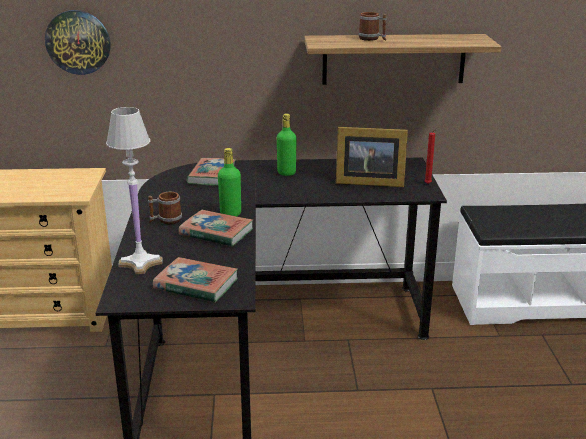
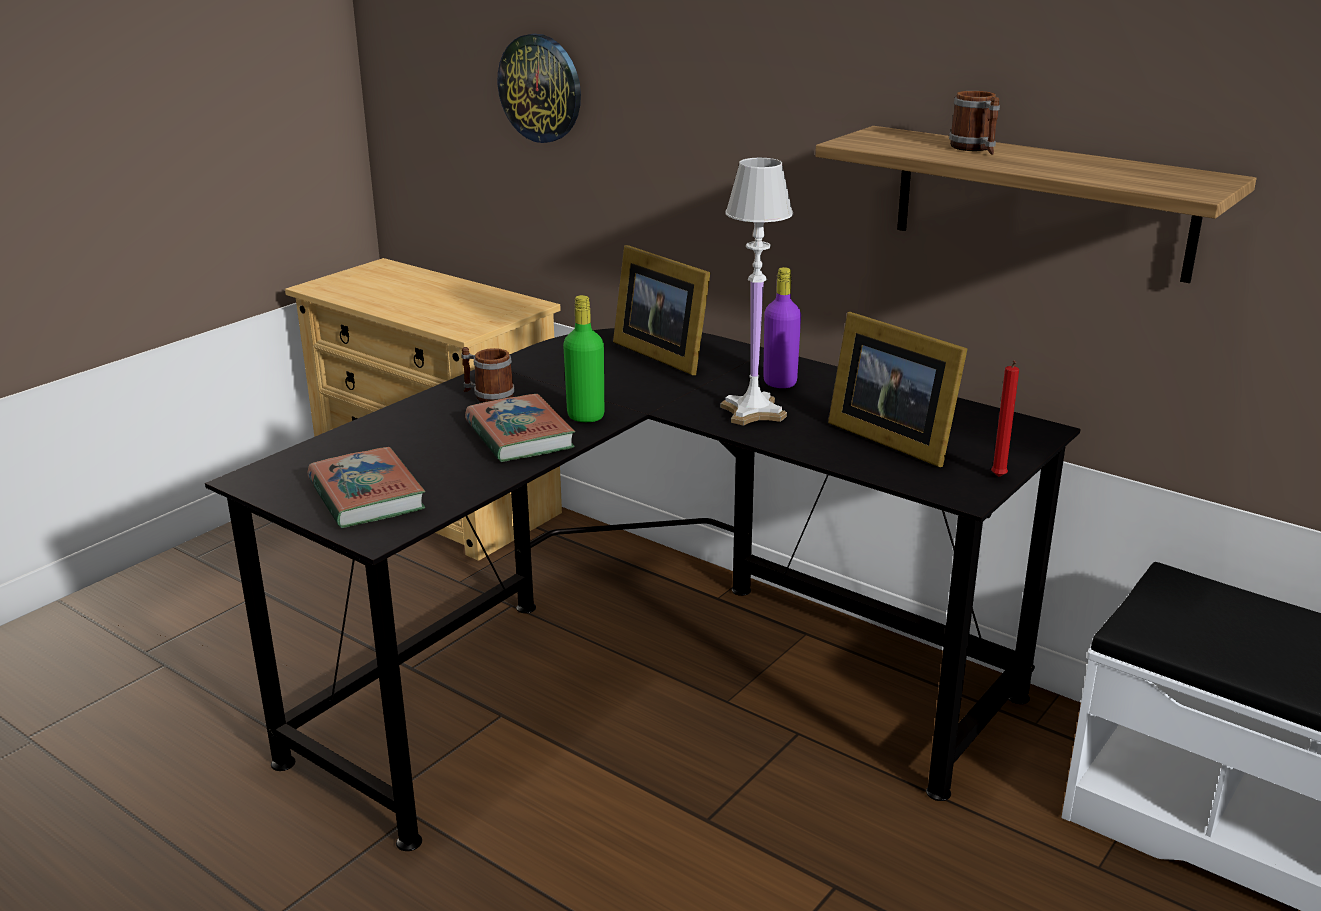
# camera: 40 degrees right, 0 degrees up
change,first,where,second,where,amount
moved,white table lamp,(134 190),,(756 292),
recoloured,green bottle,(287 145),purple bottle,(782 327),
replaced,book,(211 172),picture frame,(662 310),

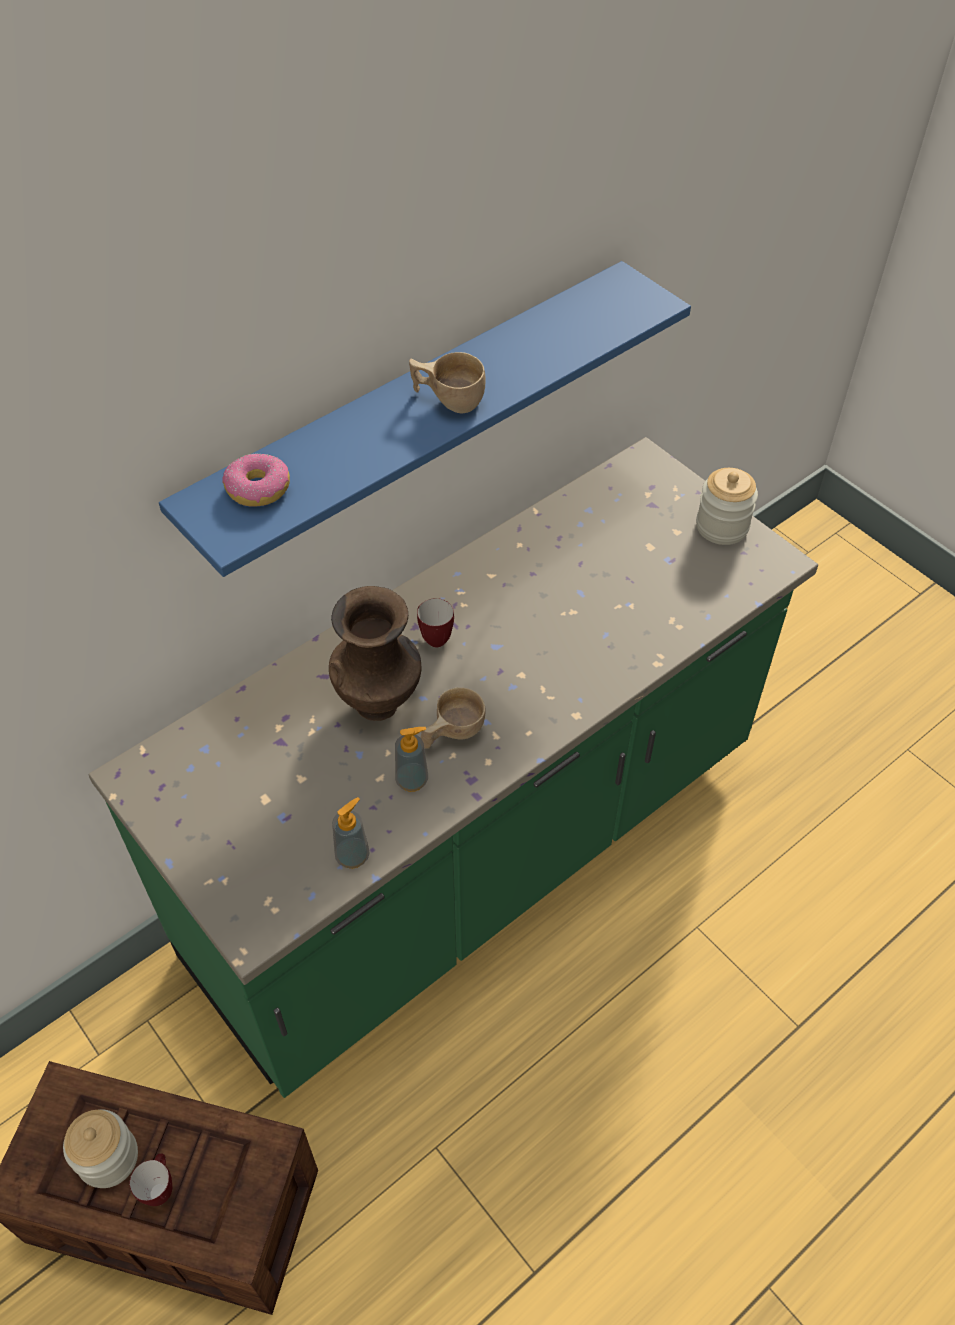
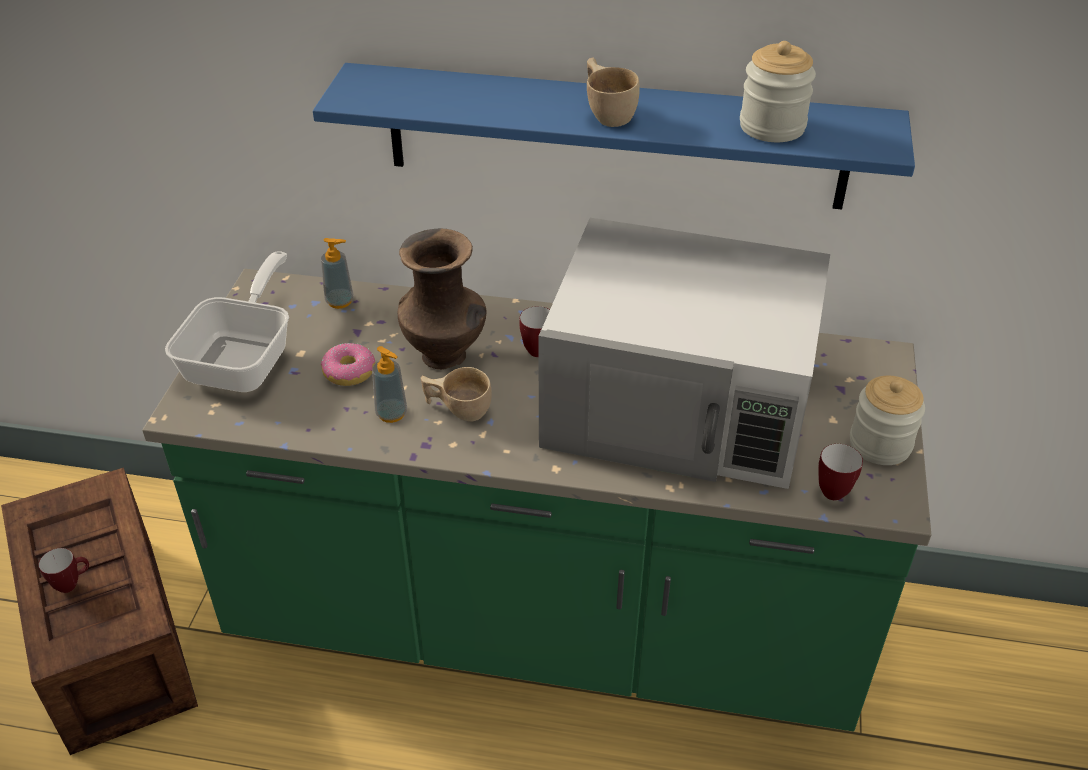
# camera: 50 degrees right, 10 degrees down
change,first,where,second,where,amount
moved,donut,(256 479),,(348 364),
moved,soap dispenser,(351 833),,(337 273),
moved,jar,(100 1148),,(778 91),
added,,,white microwave,(684 353),
added,,,frying pan,(227 321),
added,,,mug,(840 472),

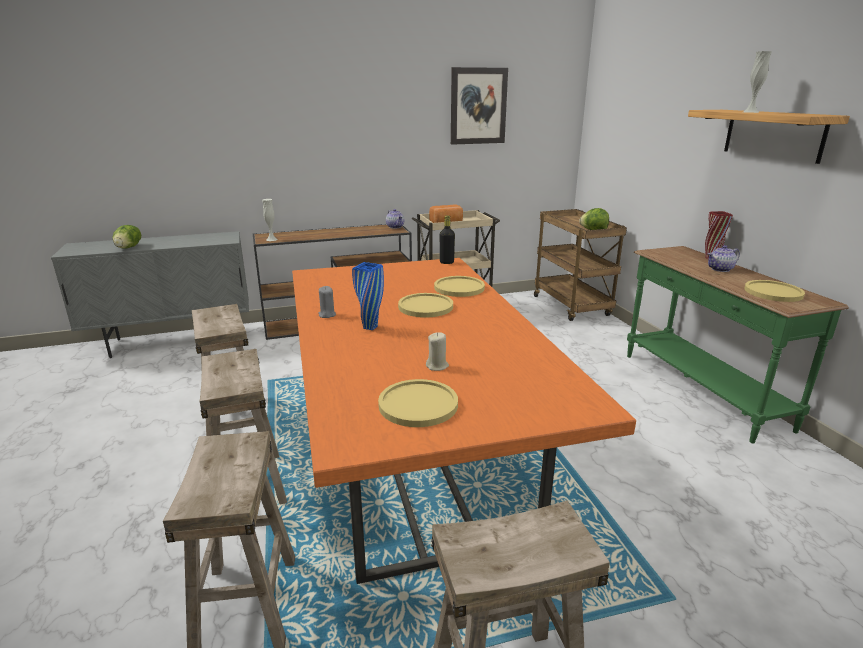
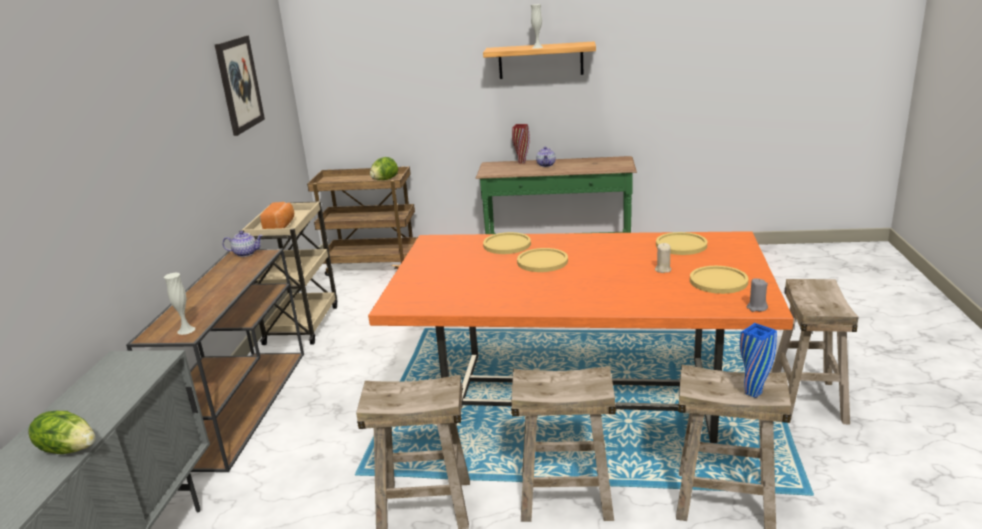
# camera: 65 degrees left, 0 degrees up
change,first,where,second,where,amount
removed,black bottle,(447 240),,,
moved,blue vase,(368 296),,(758 360),
moved,yellow plate,(774 291),,(681 243),
moved,grey candle,(327 302),,(757 295),

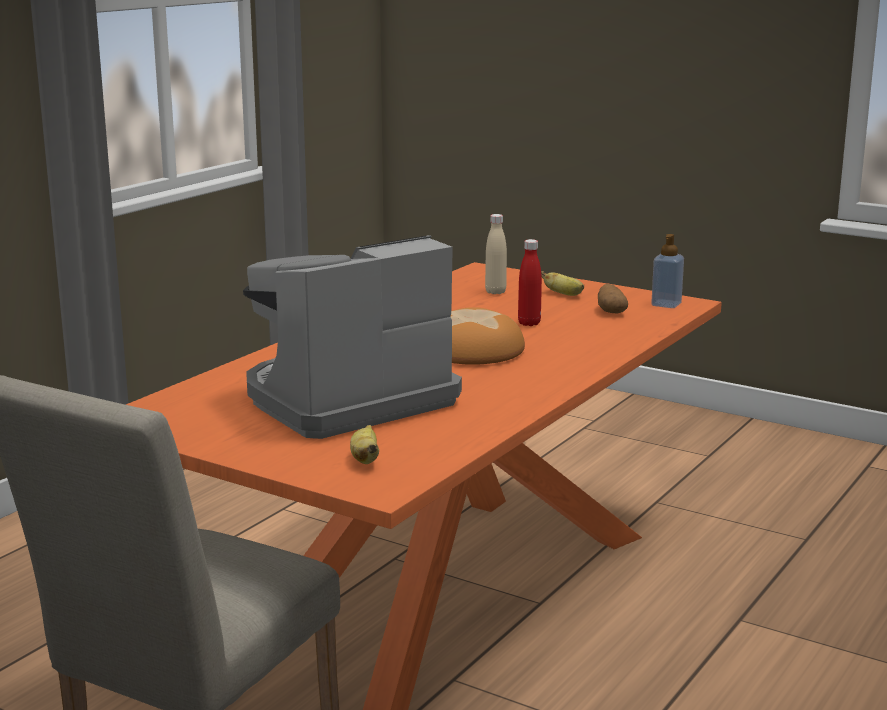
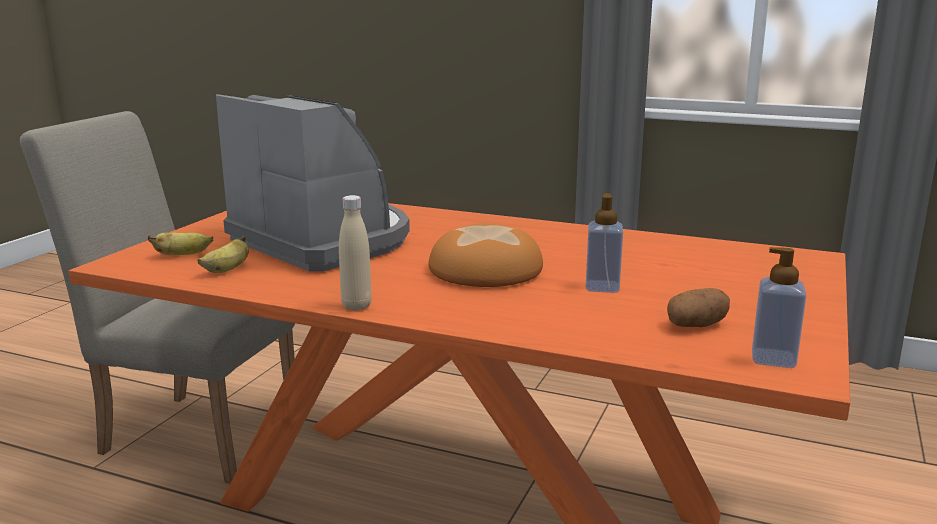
# camera: 80 degrees right, 0 degrees up
change,first,where,second,where,amount
moved,beige bottle,(496 254),,(355 253),
replaced,red bottle,(530 282),soap dispenser,(604 243),
moved,banana,(562 283),,(223 254),

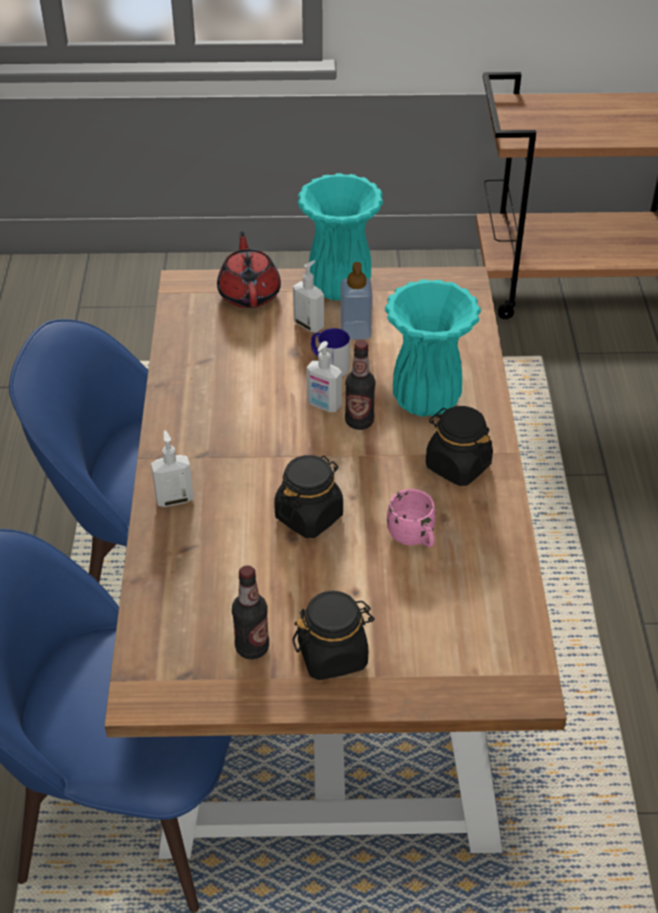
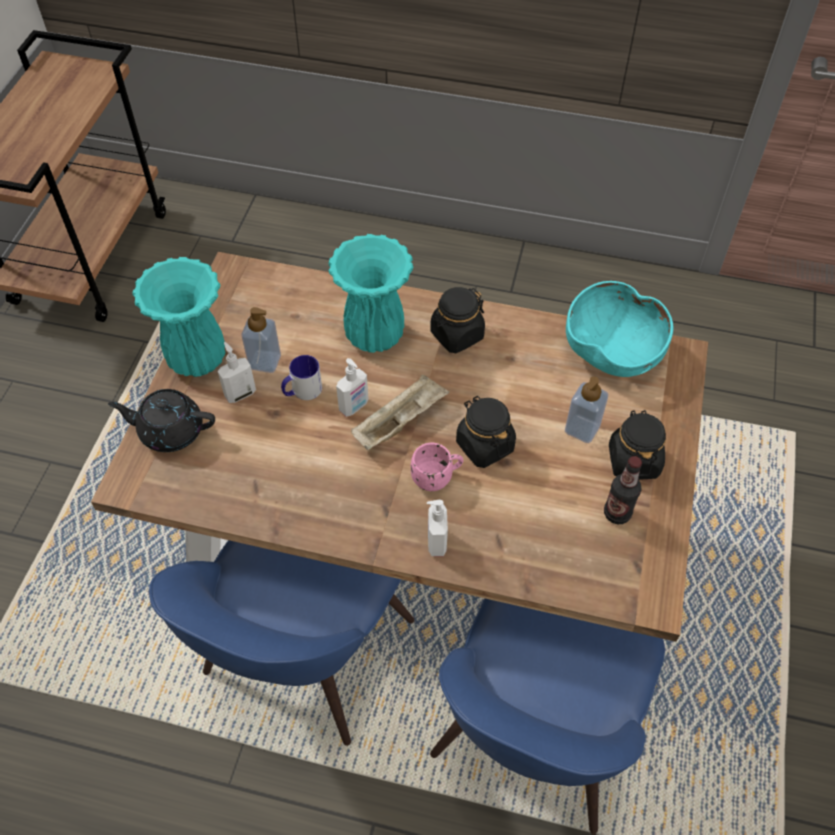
# camera: 75 degrees left, 10 degrees up
change,first,where,second,where,amount
recoloured,red teapot,(249 269),black teapot,(161 420),
removed,bottle,(360 385),,,
moved,pink mug,(411 518),,(437 467),
added,,,turquoise bowl,(619 329),
added,,,beige tray,(400 412),
added,,,soap dispenser,(586 409),

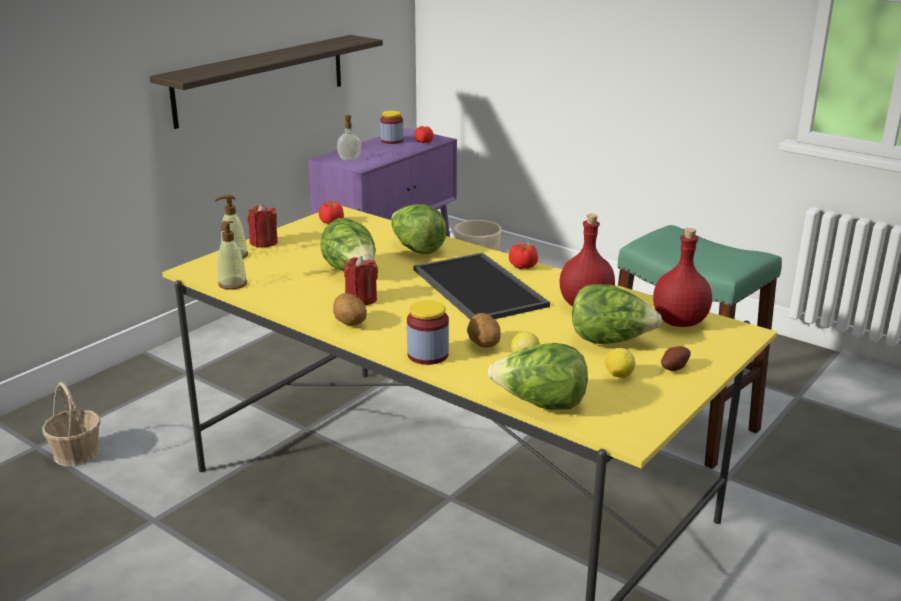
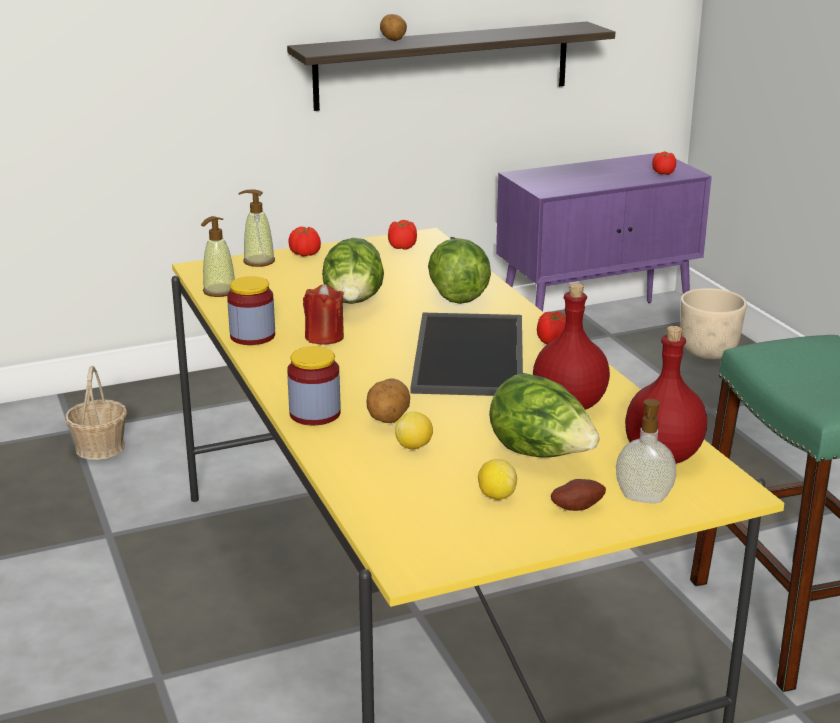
# camera: 30 degrees right, 0 degrees up
change,first,where,second,where,amount
moved,jar,(391 127),,(251 310),
moved,soap dispenser,(349 137),,(646 451),
replaced,red candle,(262 225),tomato,(304 241),
moved,potato,(350 309),,(393 27),
removed,lettuce,(538 376),,,

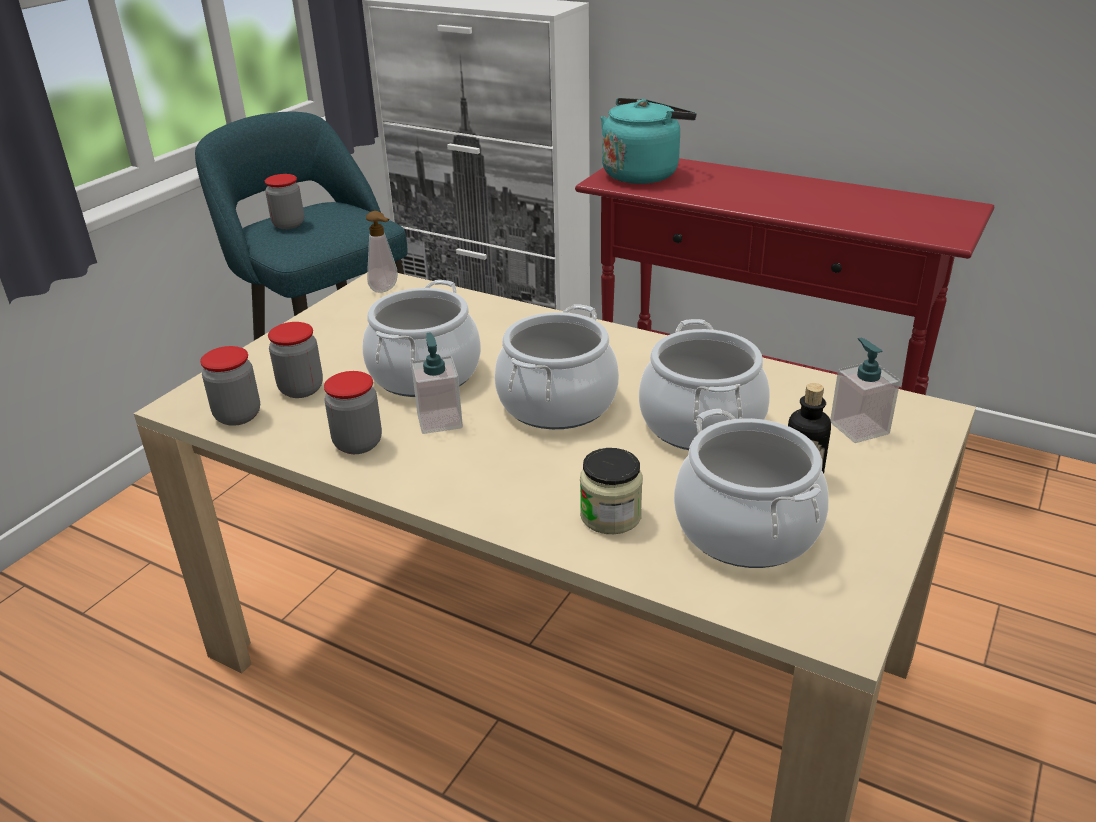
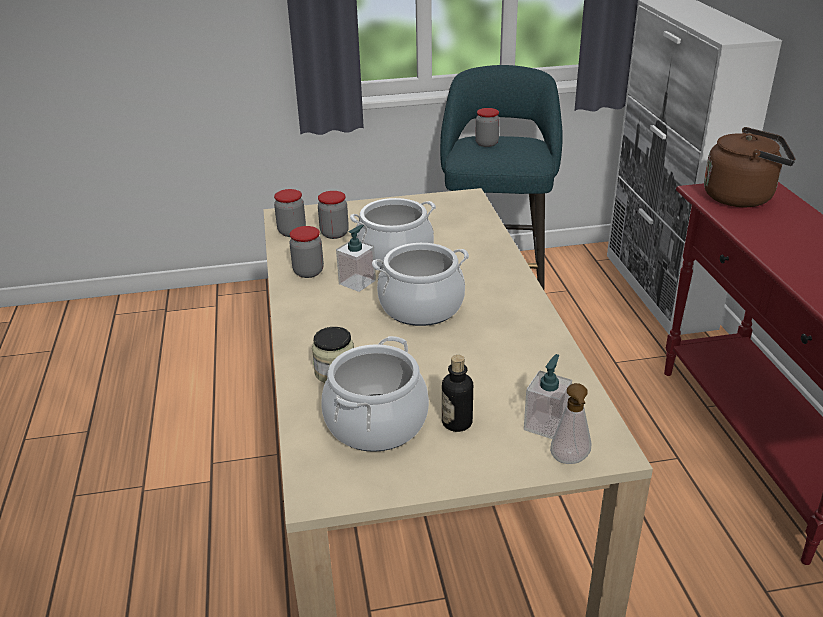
# camera: 50 degrees right, 0 degrees up
change,first,where,second,where,amount
recoloured,turquoise kettle,(648 141),brown kettle,(749 167),
moved,soap dispenser,(382 252),,(570 423),
removed,cooking pot,(704 384),,,

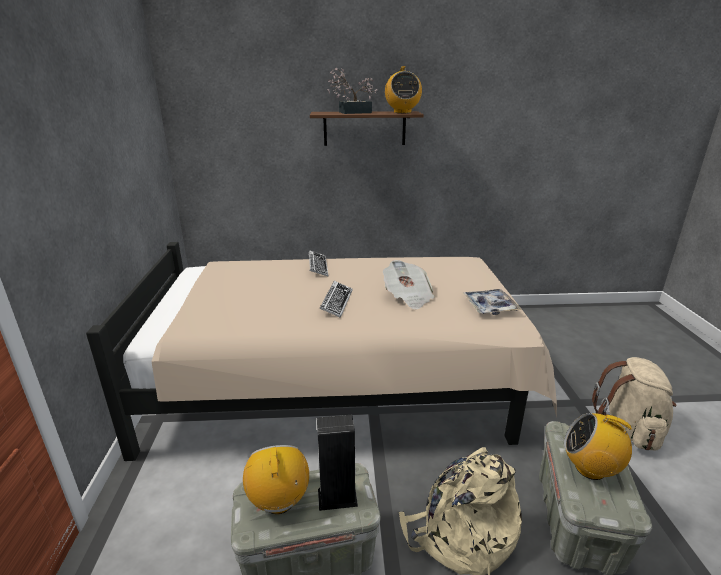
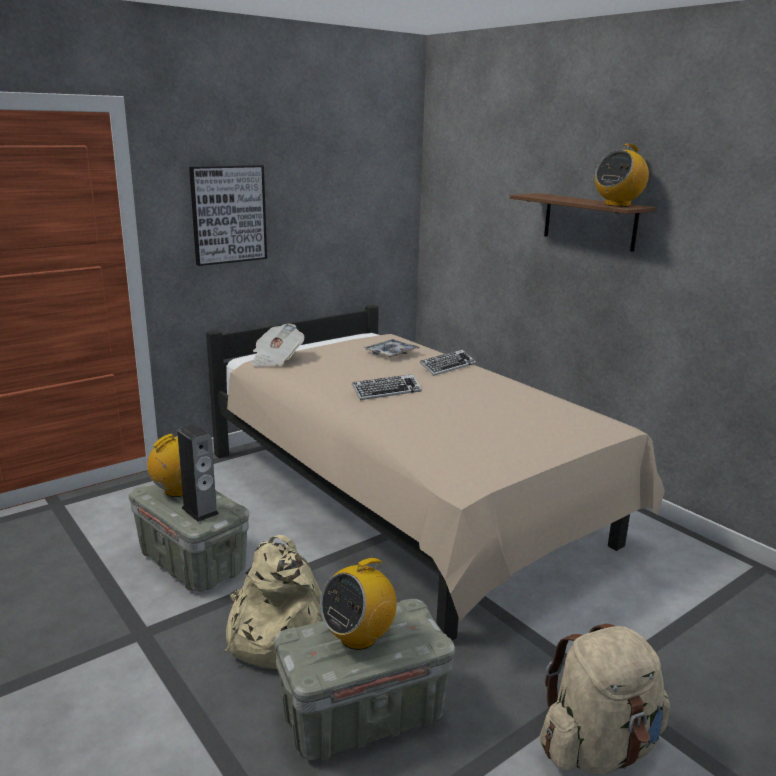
# camera: 55 degrees right, 5 degrees down
change,first,where,second,where,amount
removed,potted plant,(353 91),,,
moved,newspaper,(409 285),,(277 345),
moved,tray,(492 302),,(391 348),
turned,radio,(600 446),,(358 602),120 degrees counterclockwise
added,,,picture,(228 215),

